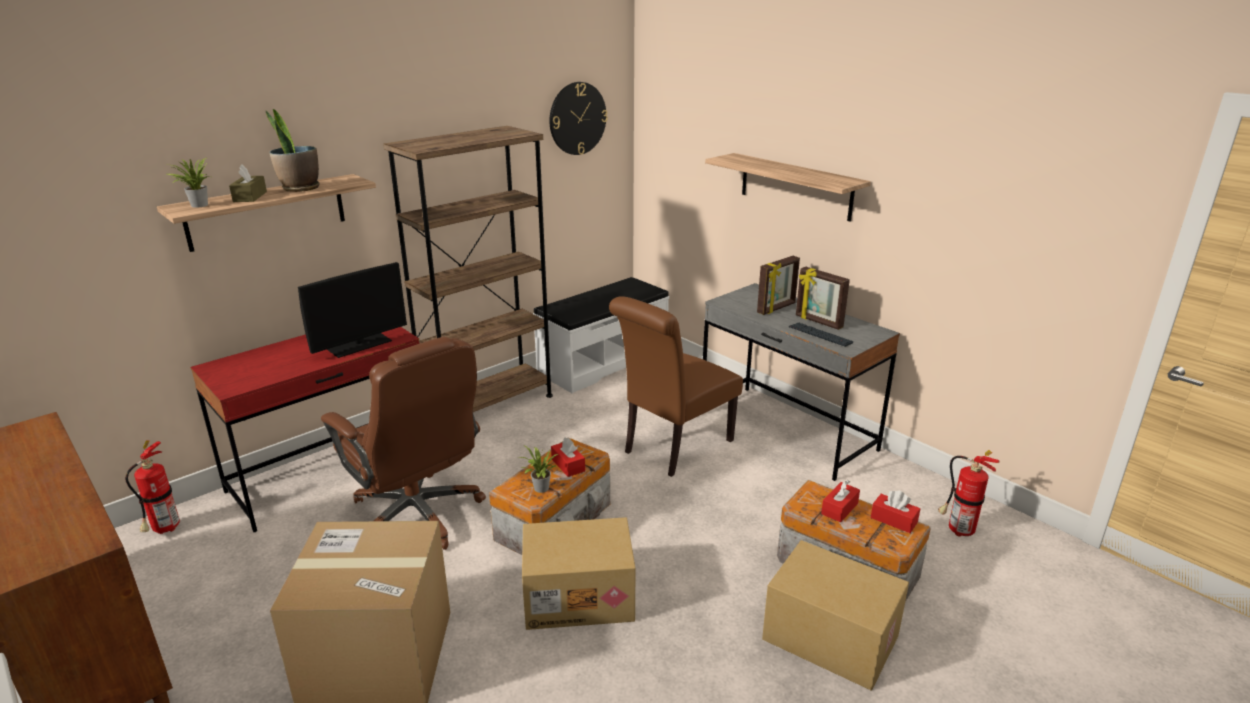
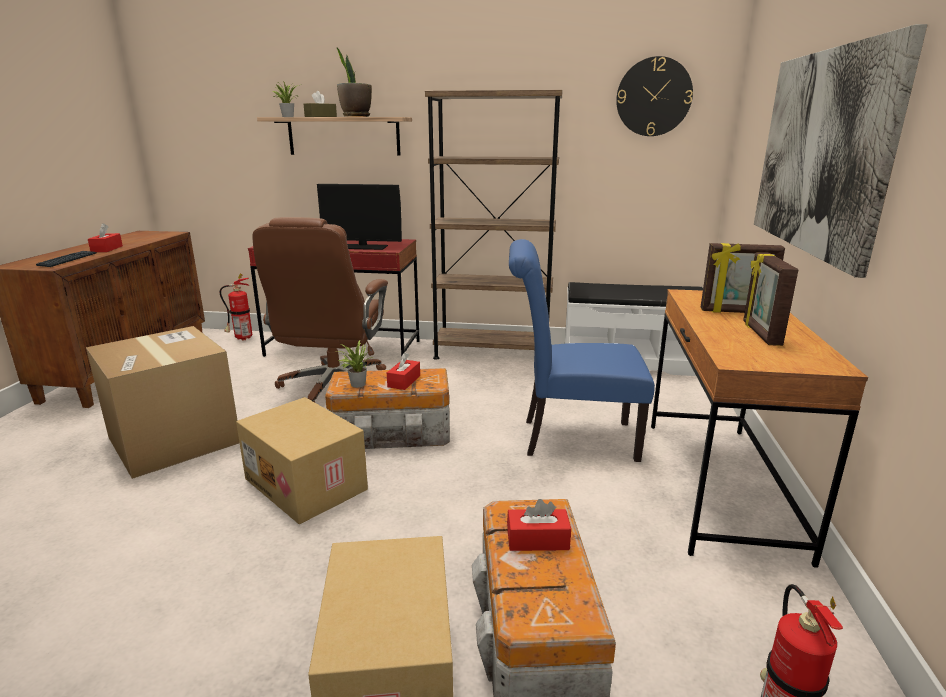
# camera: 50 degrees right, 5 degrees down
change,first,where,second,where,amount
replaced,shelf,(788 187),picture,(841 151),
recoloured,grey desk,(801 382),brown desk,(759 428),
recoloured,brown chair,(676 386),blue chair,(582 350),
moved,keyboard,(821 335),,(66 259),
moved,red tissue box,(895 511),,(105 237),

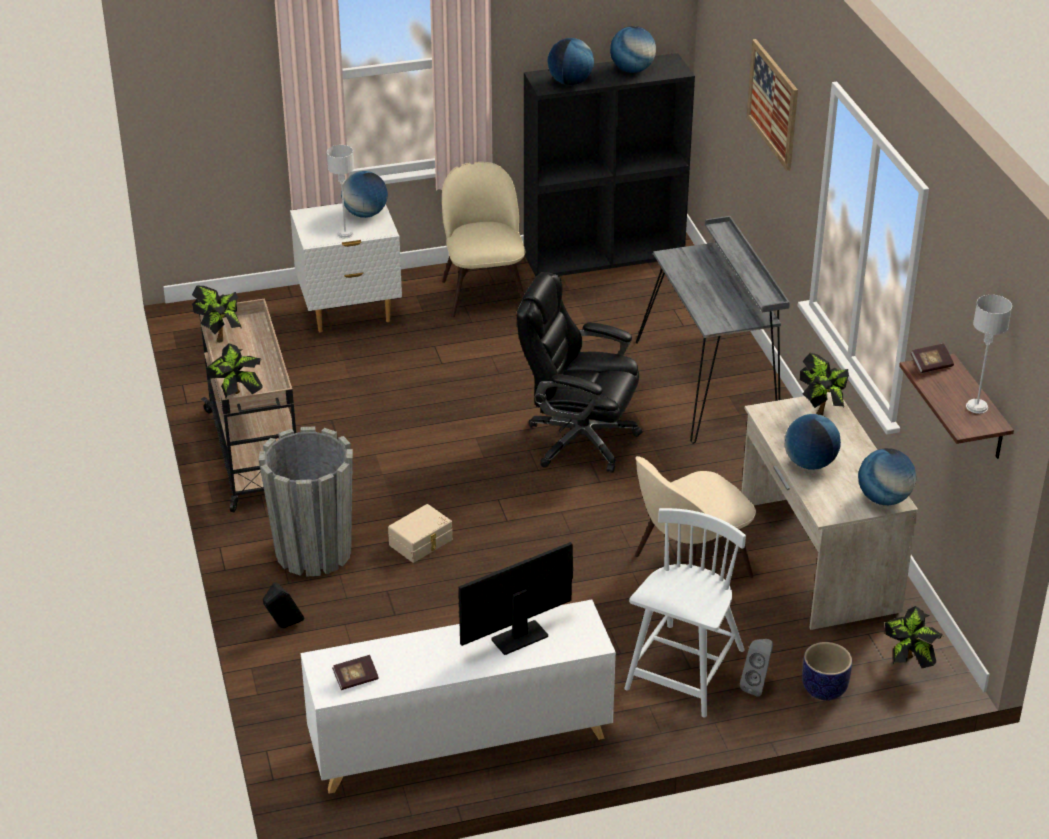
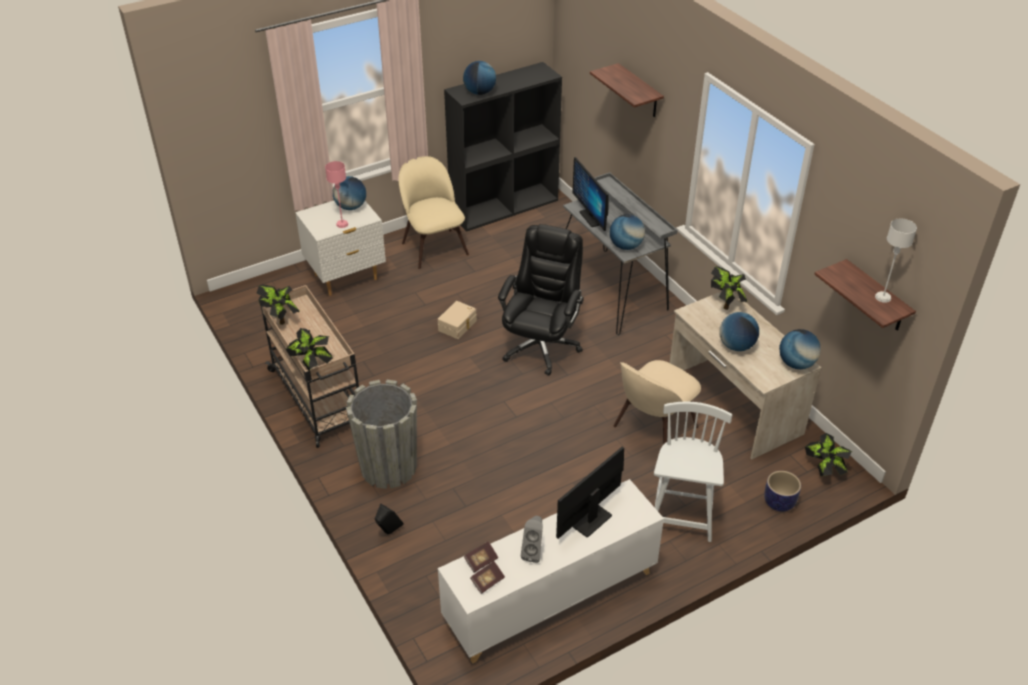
# camera: 15 degrees left, 5 degrees up
change,first,where,second,where,amount
moved,globe,(633 49),,(627 232),
replaced,picture,(772 105),shelf,(627 90),
recoloured,grey table lamp,(340 191),pink table lamp,(336 194),
turned,black office chair,(579 372),,(541 300),105 degrees clockwise
moved,book,(932 358),,(481 557),
moved,beige storage box,(420 533),,(457 320),
moved,grey speaker,(756 668),,(532 539),
added,,,monitor,(590 194),

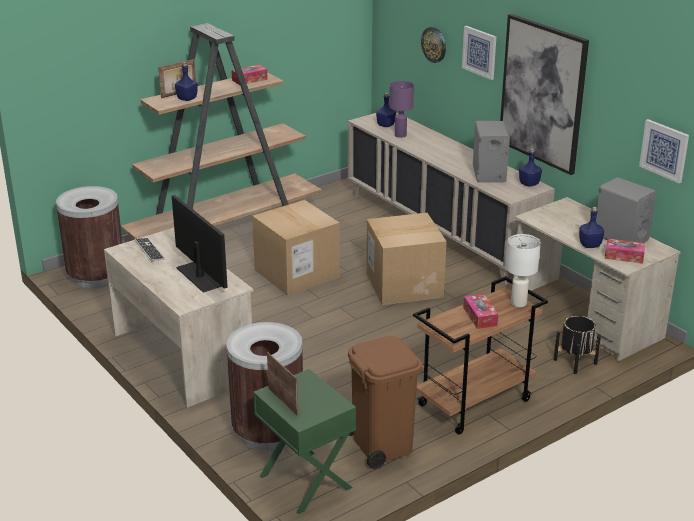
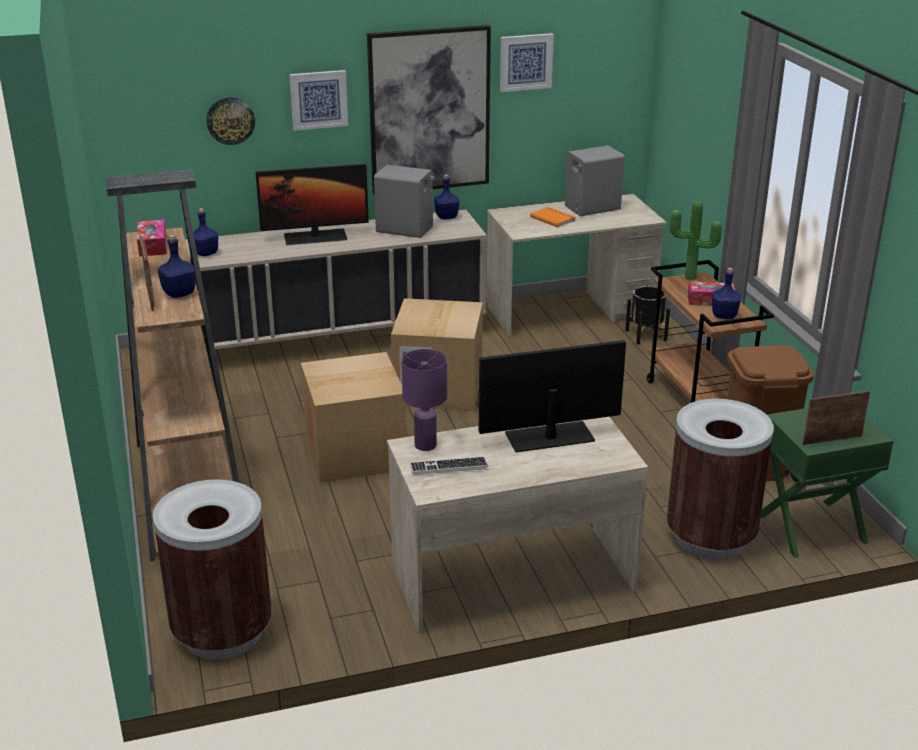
# camera: 70 degrees left, 0 degrees up
change,first,where,second,where,amount
moved,purple table lamp,(401 109),,(424 400),
moved,picture,(664 151),,(527 62),
moved,blue bottle,(591 227),,(726 293),
replaced,white table lamp,(523 270),potted plant,(696 240),
removed,tissue box,(625 251),,,
added,,,monitor,(312 204),
added,,,orange book,(553 217),

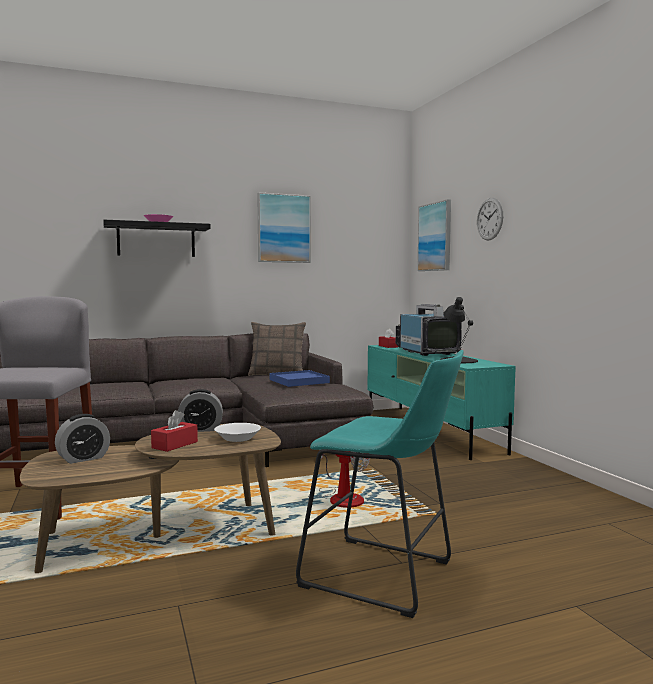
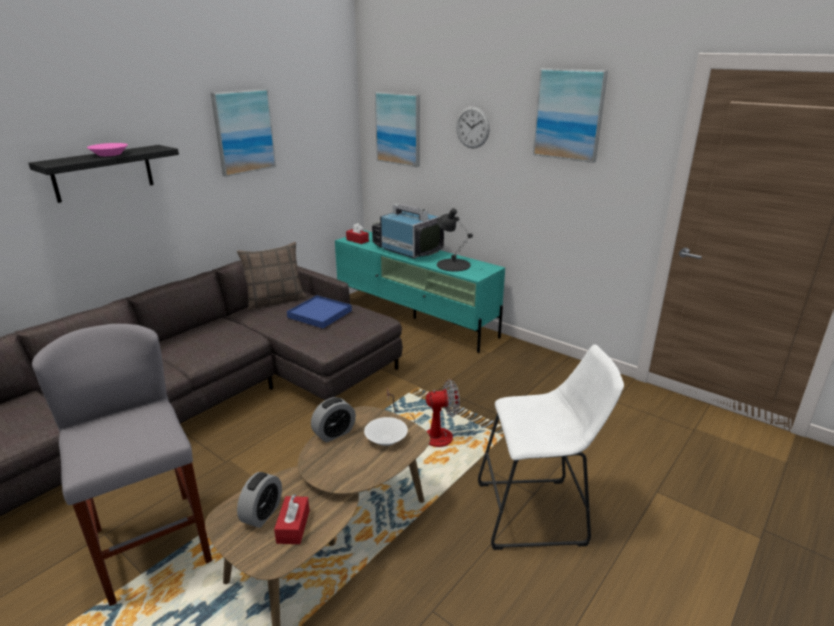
# camera: 30 degrees left, 20 degrees up
change,first,where,second,where,amount
recoloured,turquoise stool,(380 484),white stool,(551 447),
moved,red tissue box,(174 431),,(292 519),
added,,,picture,(570 115),

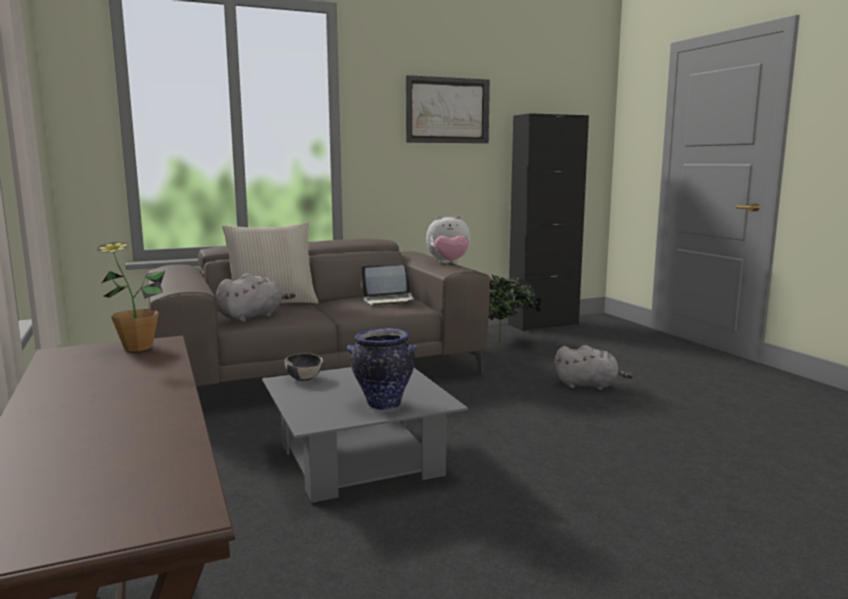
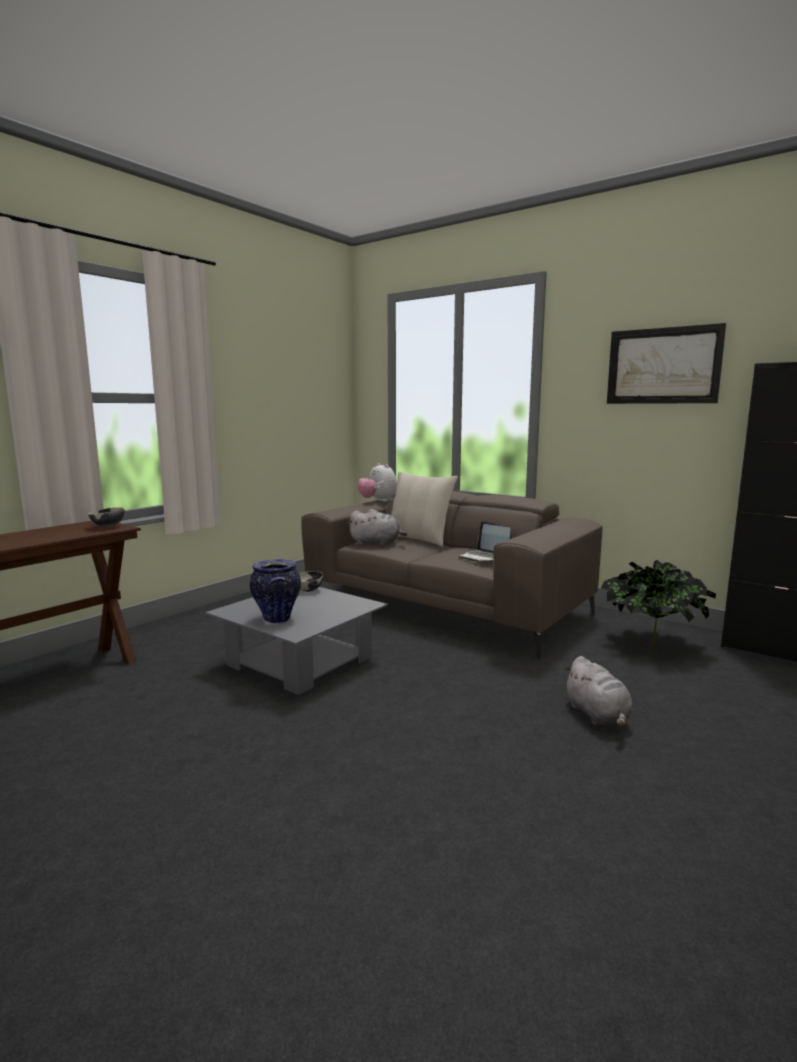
# camera: 60 degrees right, 0 degrees up
change,first,where,second,where,amount
moved,plush toy,(448 239),,(377 482),
replaced,potted plant,(131 296),bowl,(106 517),

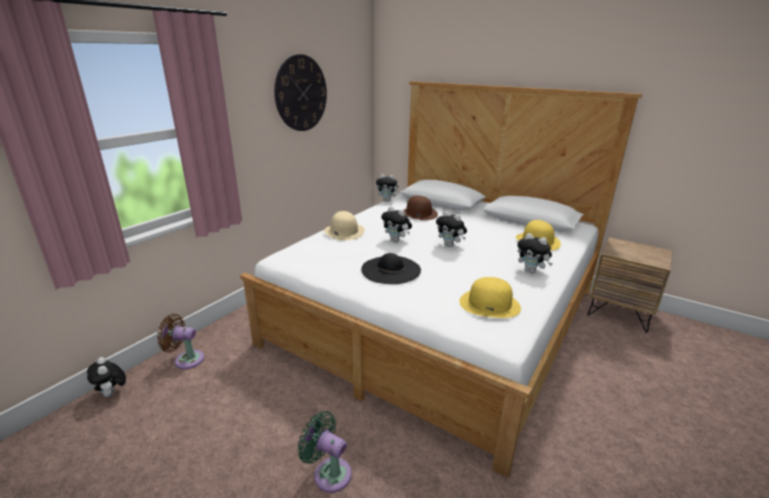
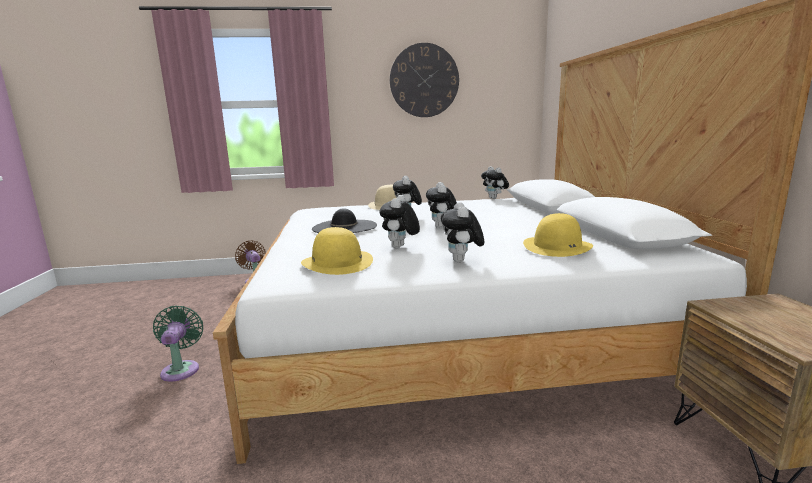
# camera: 50 degrees right, 10 degrees down
change,first,where,second,where,amount
removed,brown hat,(421 208),,,
moved,plush toy,(106 377),,(399 221),

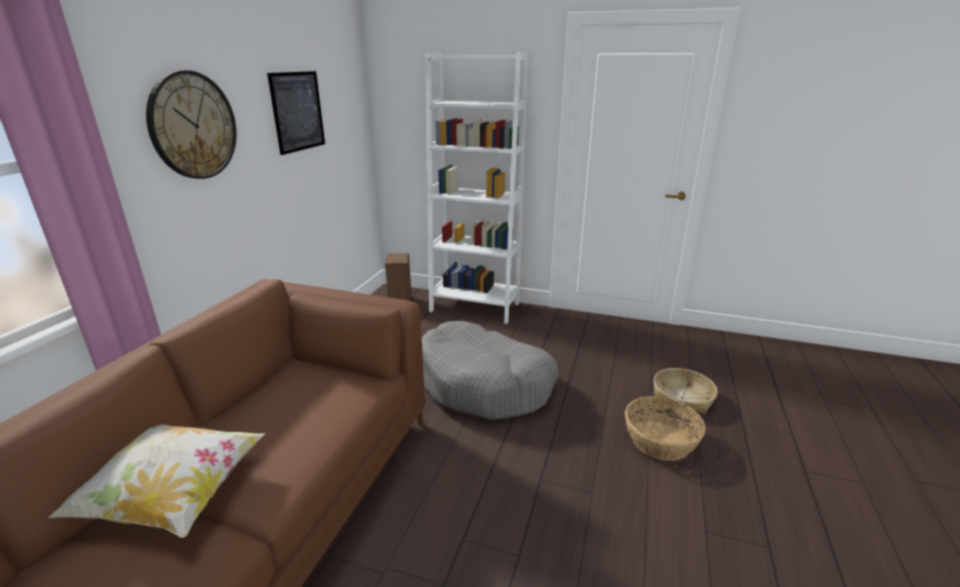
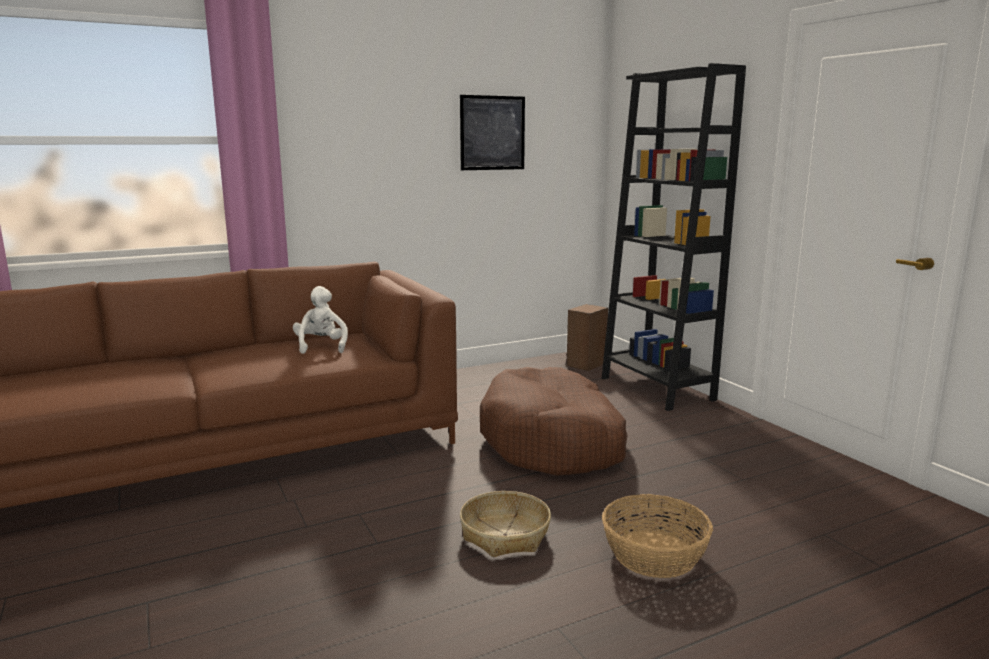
# camera: 45 degrees right, 10 degrees down
change,first,where,second,where,amount
recoloured,white bookcase,(476 188),black bookcase,(674 237),
removed,wall clock,(191 124),,,
recoloured,grey dog bed,(490 370),brown dog bed,(554 421),
moved,basket,(686 390),,(505 524),
removed,pillow,(157 481),,,
added,,,white plush toy,(320 320),

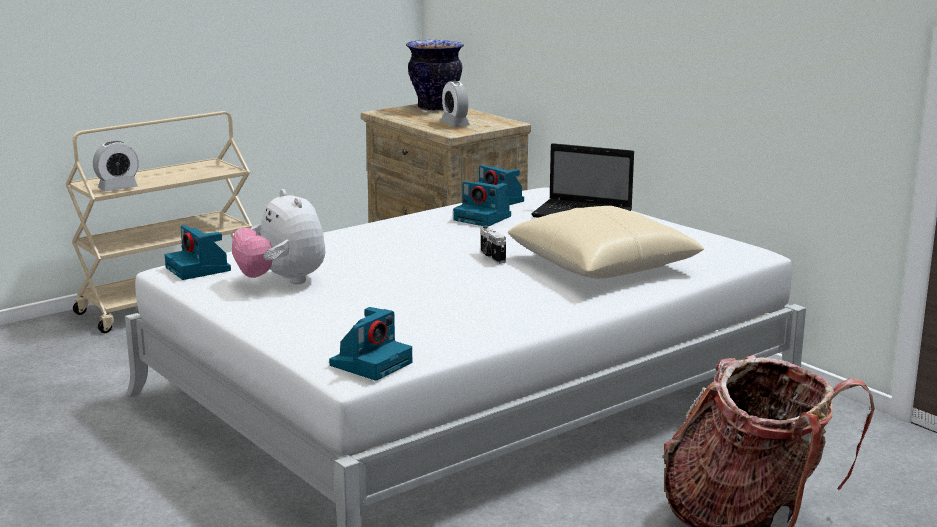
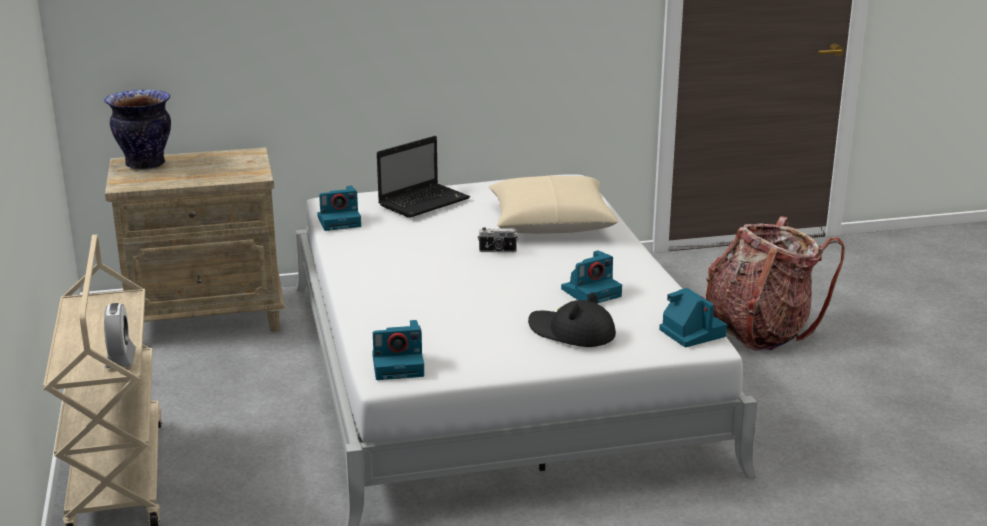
# camera: 65 degrees left, 5 degrees up
change,first,where,second,where,amount
removed,alarm clock,(455 104),,,
moved,photo camera,(482 203),,(591 276),
removed,plush toy,(278 236),,,
added,,,black hat,(572 319),

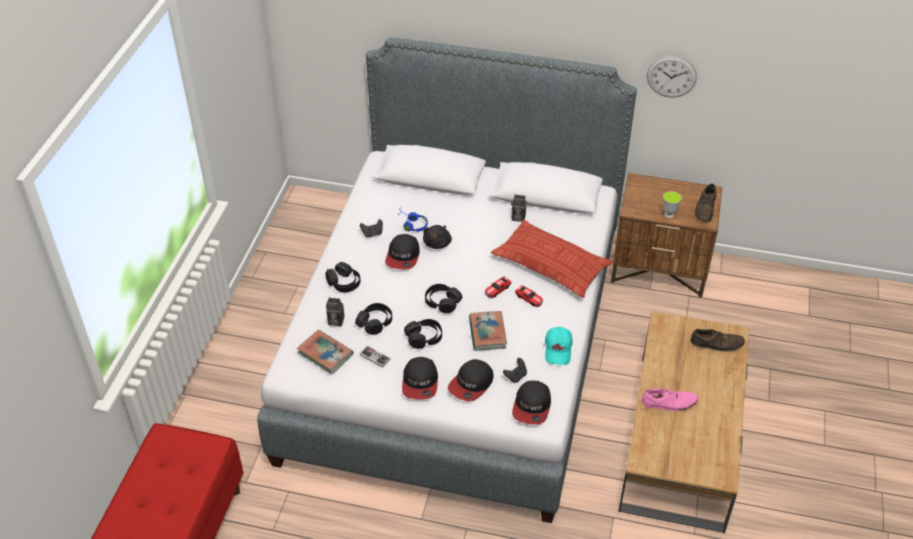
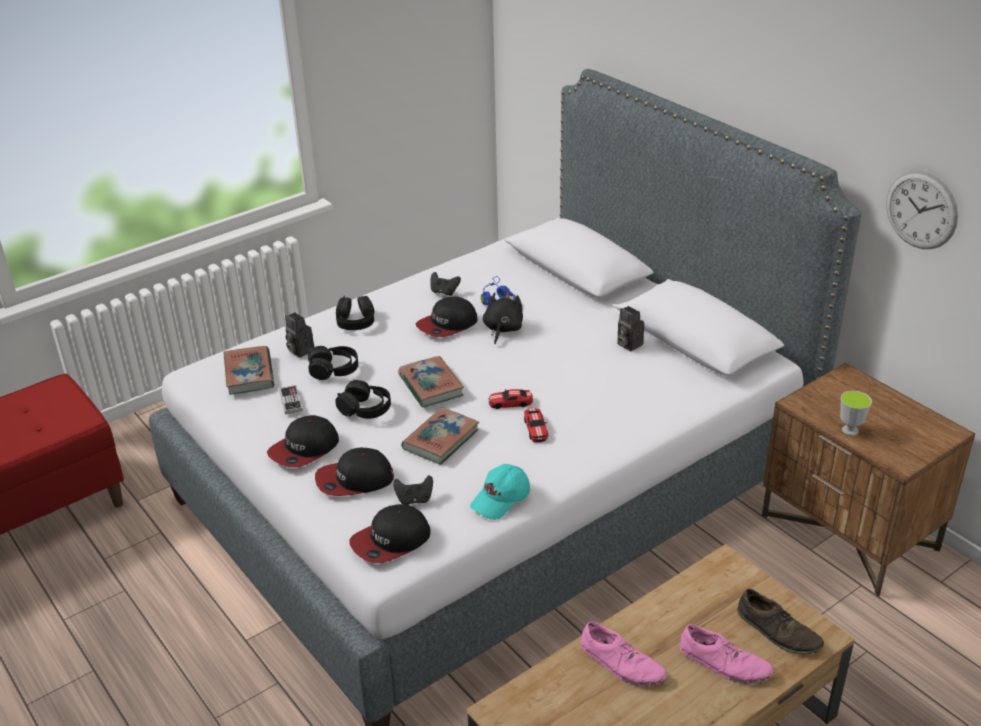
# camera: 40 degrees right, 10 degrees down
change,first,where,second,where,amount
removed,brown shoe,(705 203),,,
removed,pillow,(552 259),,,
turned,black plush toy,(437 237),,(503 317),135 degrees clockwise
replaced,black headphones,(443 298),book,(431 382),
added,,,pink shoe,(726 654),

